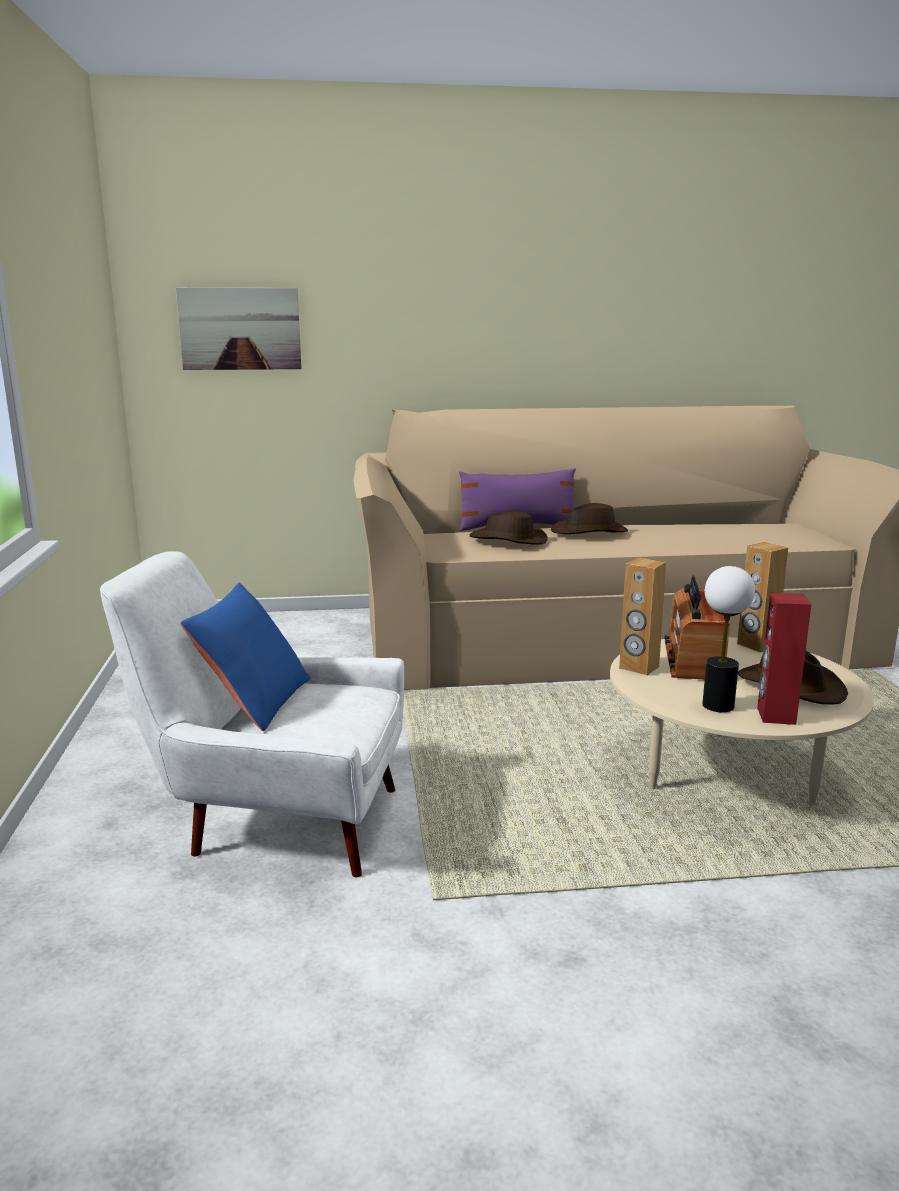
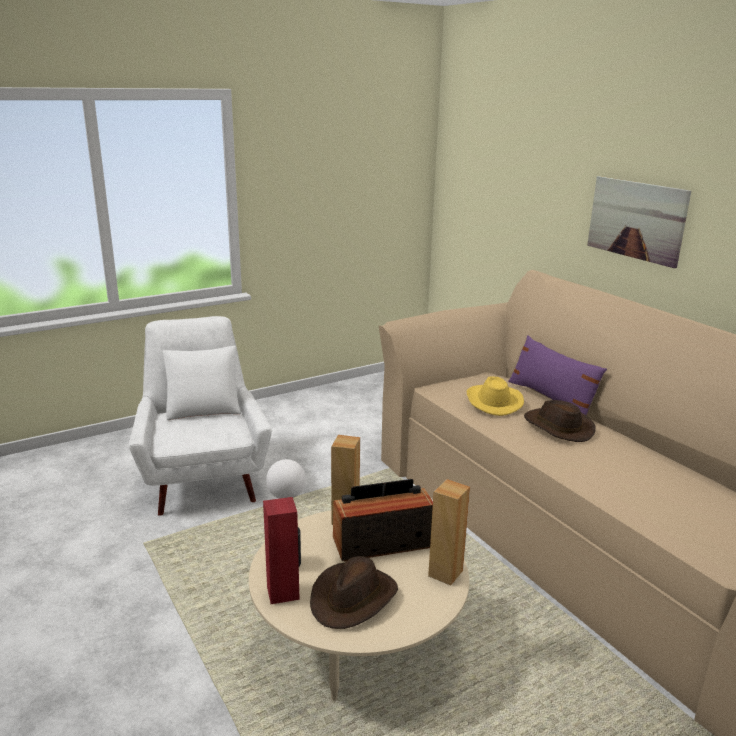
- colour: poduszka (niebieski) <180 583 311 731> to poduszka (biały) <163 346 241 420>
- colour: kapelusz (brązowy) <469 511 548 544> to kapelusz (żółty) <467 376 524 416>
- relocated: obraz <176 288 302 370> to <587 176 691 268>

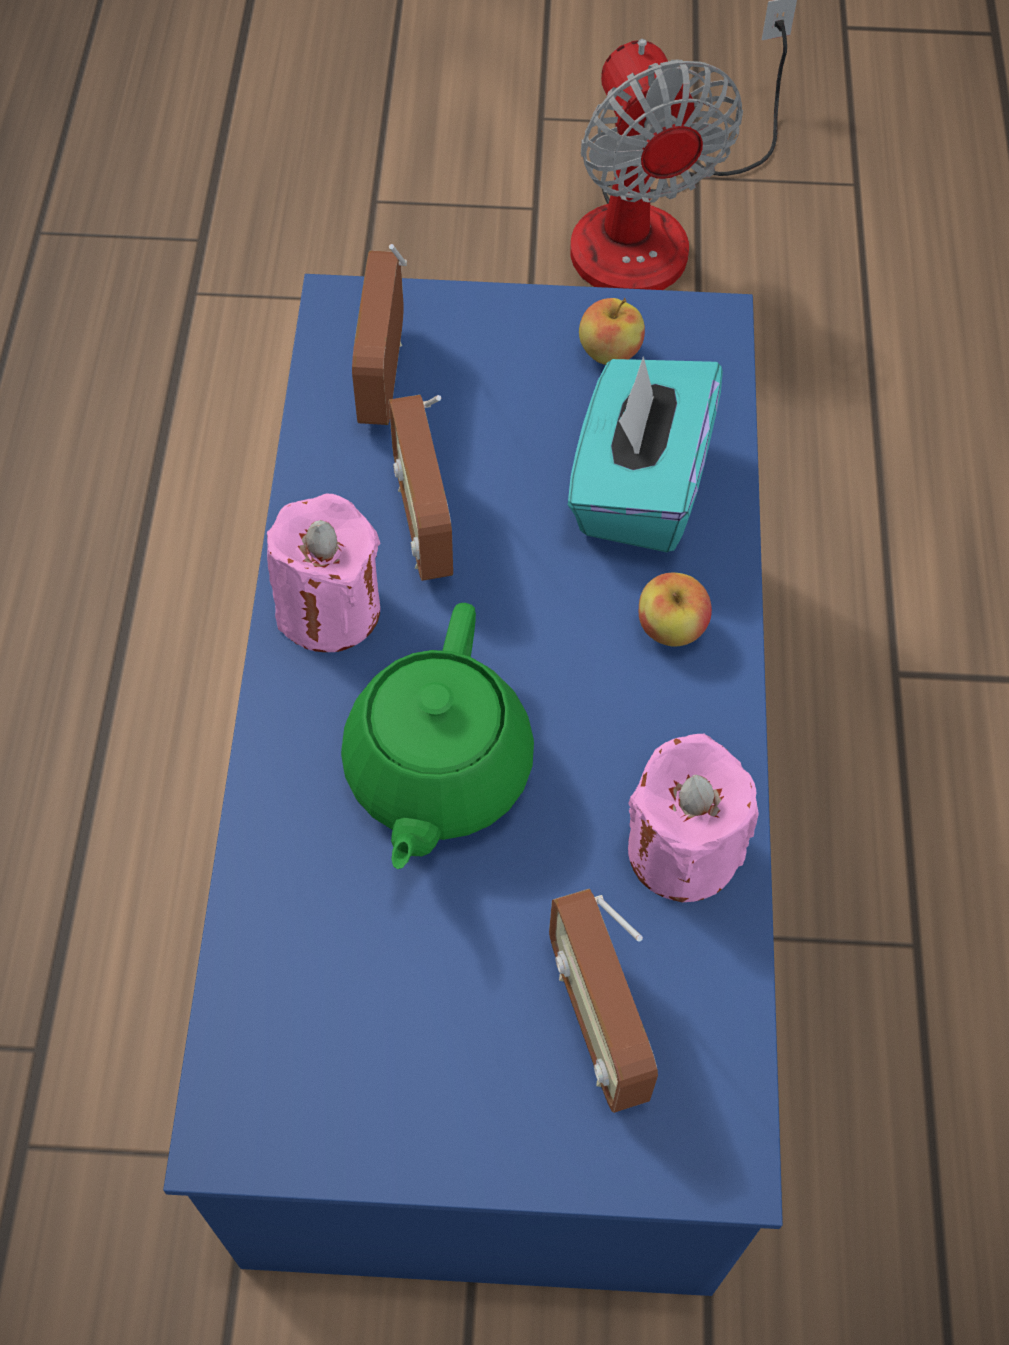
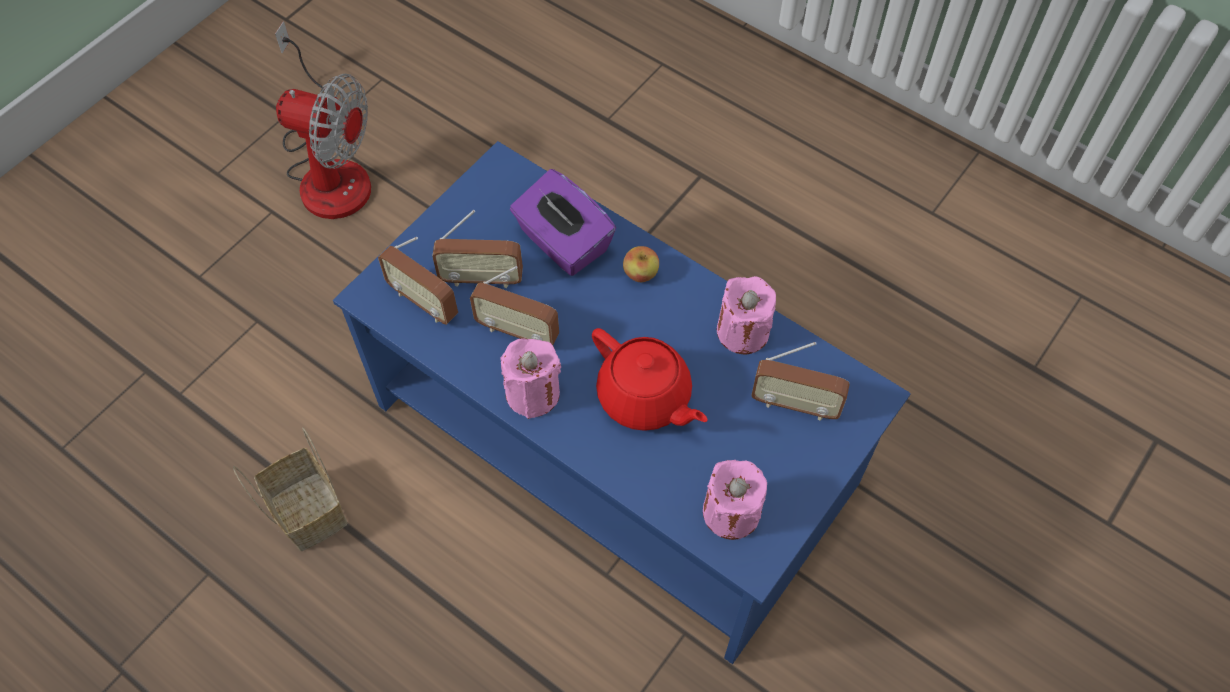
- appeared: koszyk <233 427 347 551>
- appeared: radio <432 210 523 288>
- colour: pudełko chusteczek (turkusowy) <568 356 723 552> to pudełko chusteczek (fioletowy) <510 169 616 276>
- colour: imbryk (zielony) <341 603 534 869> to imbryk (czerwony) <592 328 708 431>
- appeared: świeca (różowy) <703 460 767 540>
- missing: jabłko <579 298 645 365>

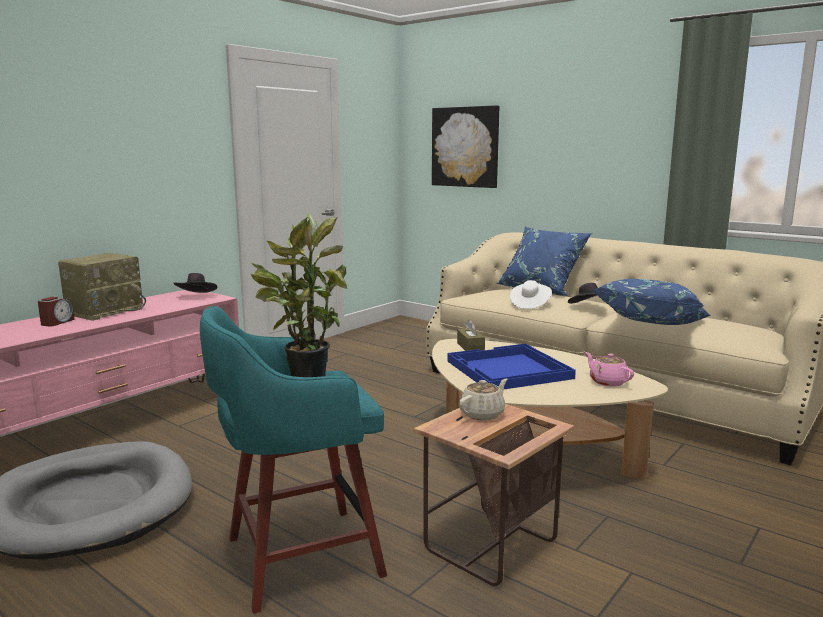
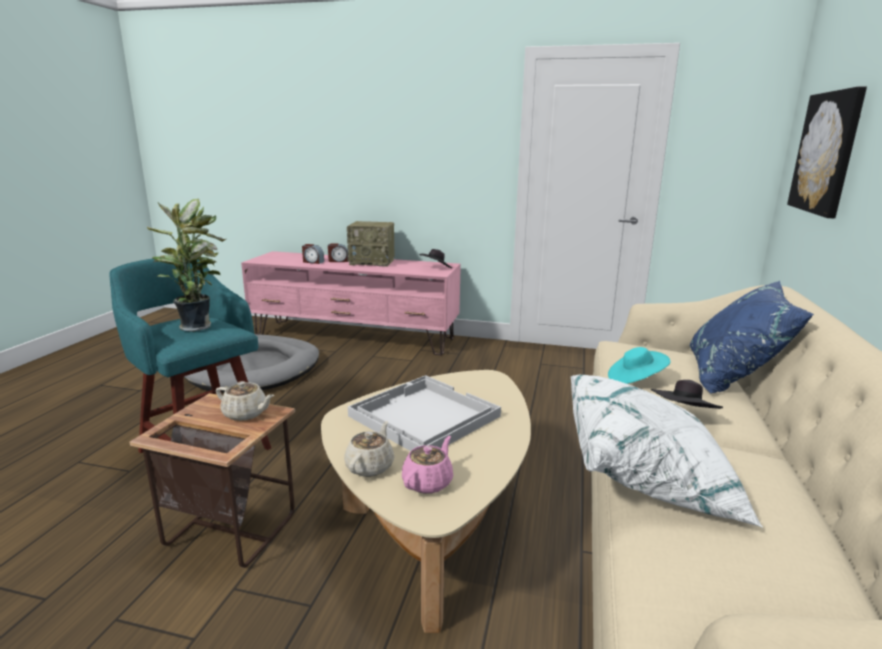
- appeared: budzik <302 244 324 264>
- appeared: imbryk (beżowy) <344 421 394 477>
- colour: taca (niebieski) <447 344 576 389> to taca (biały) <348 375 501 451>
- colour: poduszka (niebieski) <593 279 711 325> to poduszka (biały) <571 375 763 528>
- colour: kapelusz (biały) <510 280 552 309> to kapelusz (turkusowy) <608 347 671 384>
- missing: pudełko chusteczek (brązowy) <457 319 485 351>

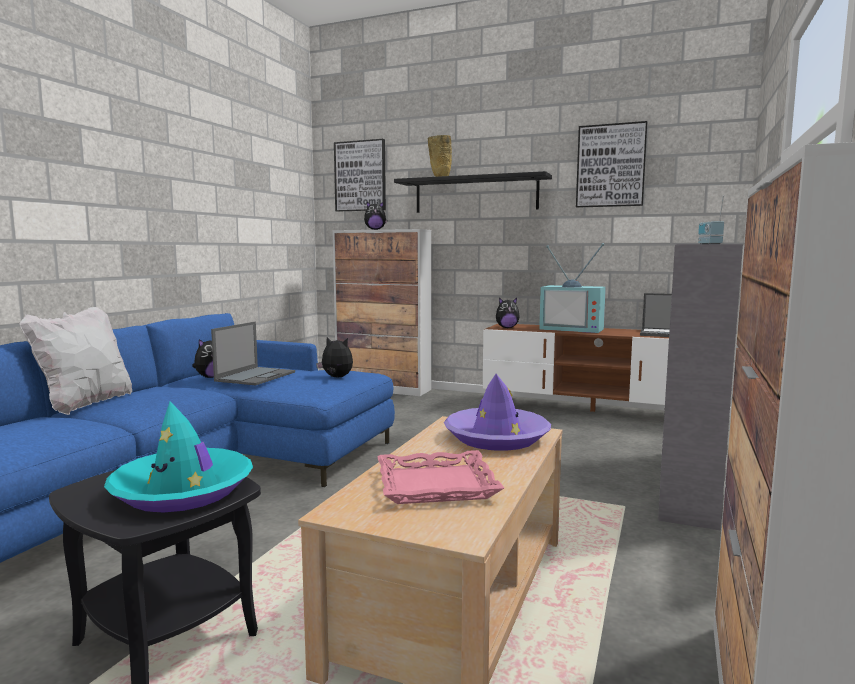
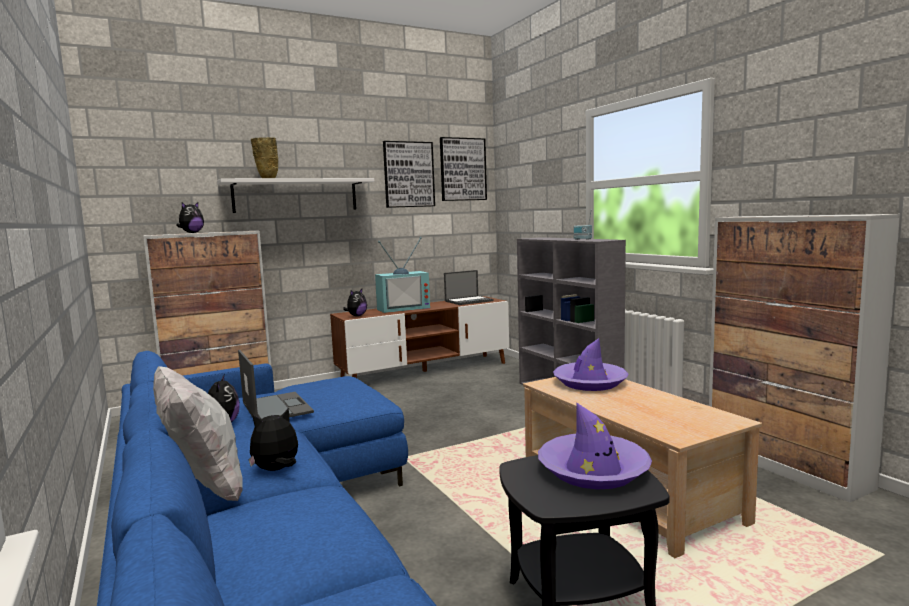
- colour: półka (czarny) <394 171 552 213> to półka (biały) <217 178 374 213>
- relocated: pluszak <316 337 353 377> to <249 408 298 471>
- relocated: obraz <334 139 386 212> to <440 137 487 201>
- colour: kapelusz (turkusowy) <104 401 253 513> to kapelusz (fioletowy) <538 403 652 489>
- missing: taca (różowy) <378 450 504 504>

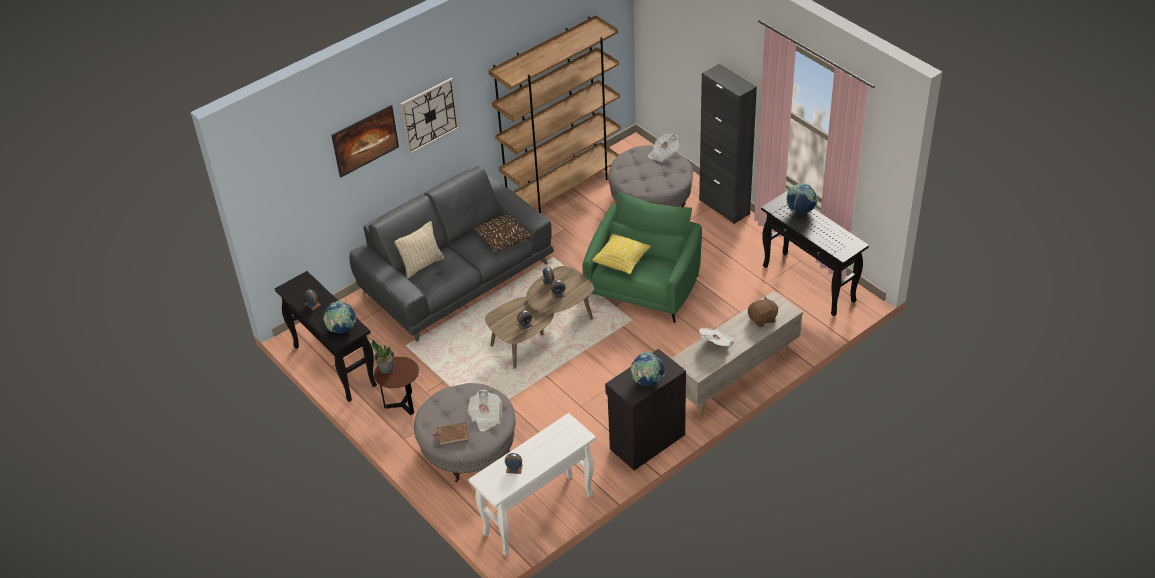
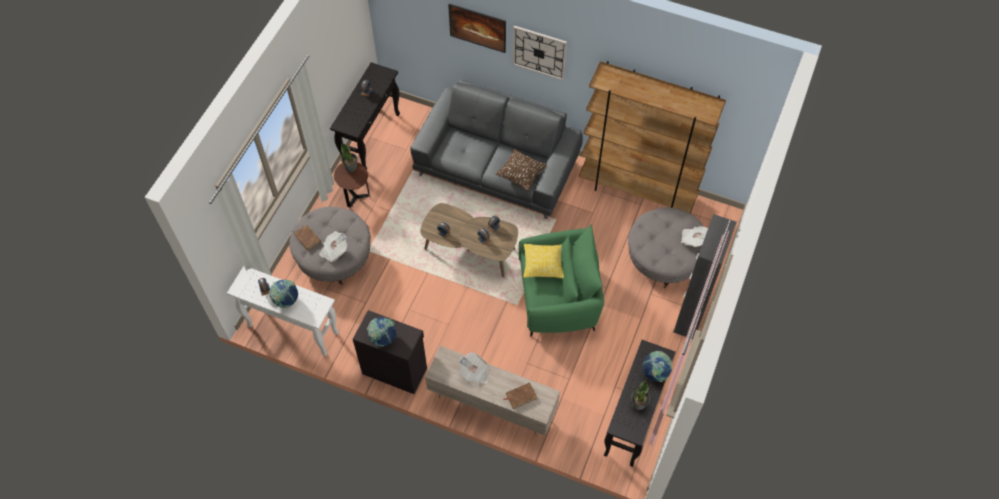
- relocated: globus <323 301 356 333> to <269 280 298 308>
- exchanged: pluszak (brązowy) <748 296 779 327> to książka (brązowy) <504 382 537 409>
- appeared: roślina doniczkowa <631 381 650 410>
- missing: poduszka (beżowy) <394 221 444 278>

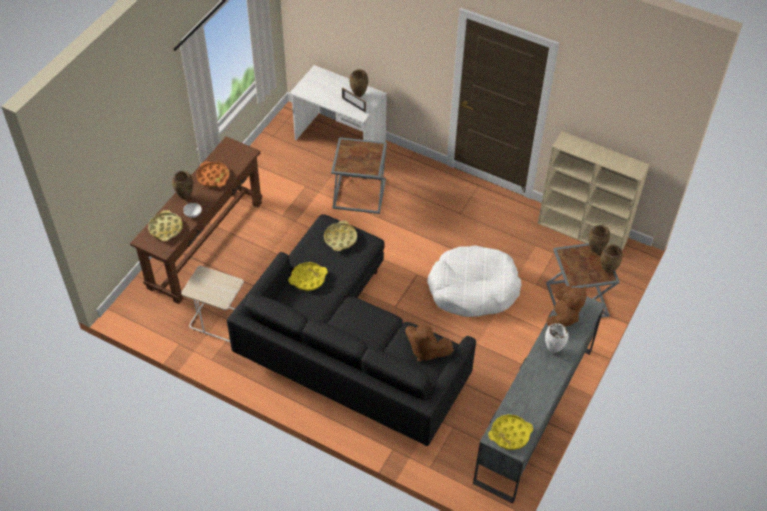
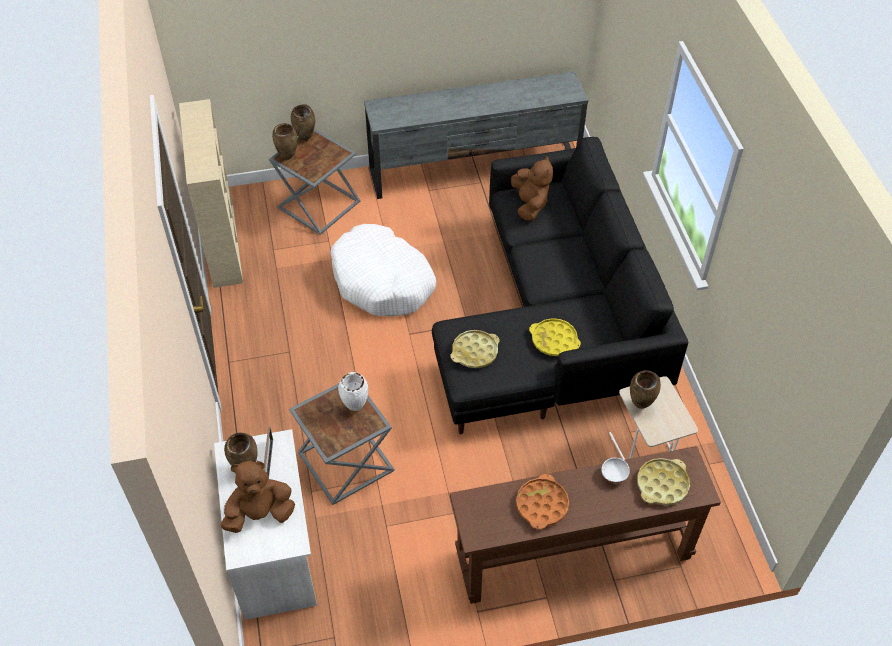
- relocated: pluszak (brązowy) <547 286 587 327> to <220 461 295 533>
- relocated: wazon (biały) <545 323 569 353> to <338 372 368 411>
- relocated: wazon (brązowy) <172 171 193 199> to <630 370 661 409>
- missing: taca (żółty) <488 414 533 450>

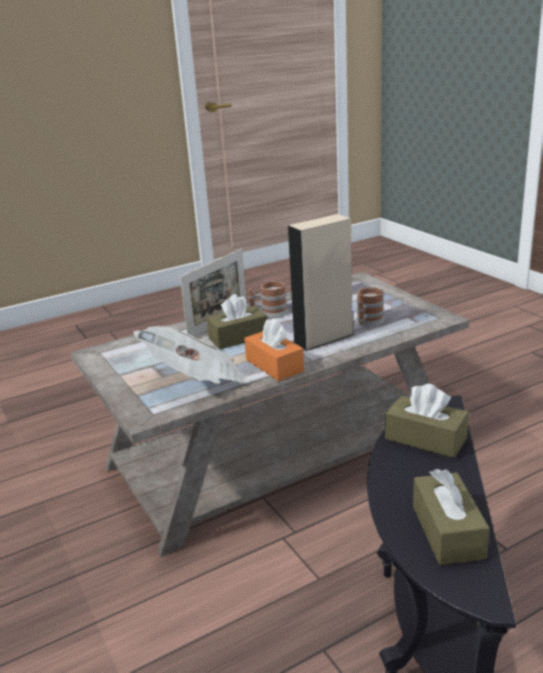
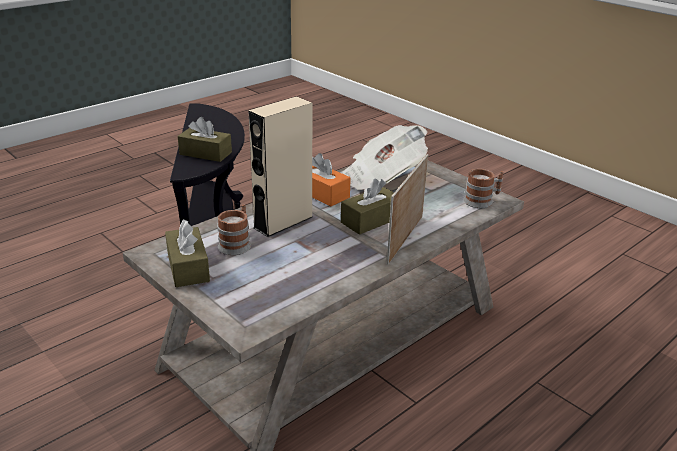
- relocated: pudełko chusteczek (brązowy) <413 469 490 565> to <165 219 210 287>
- relocated: kubek <248 281 288 318> to <463 169 504 208>

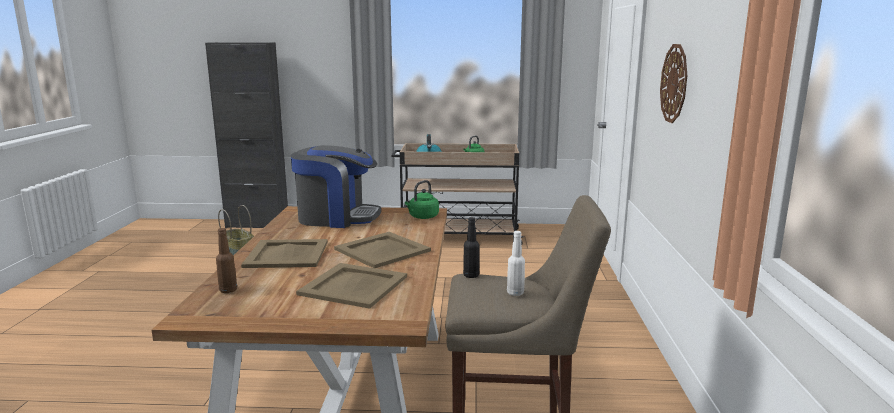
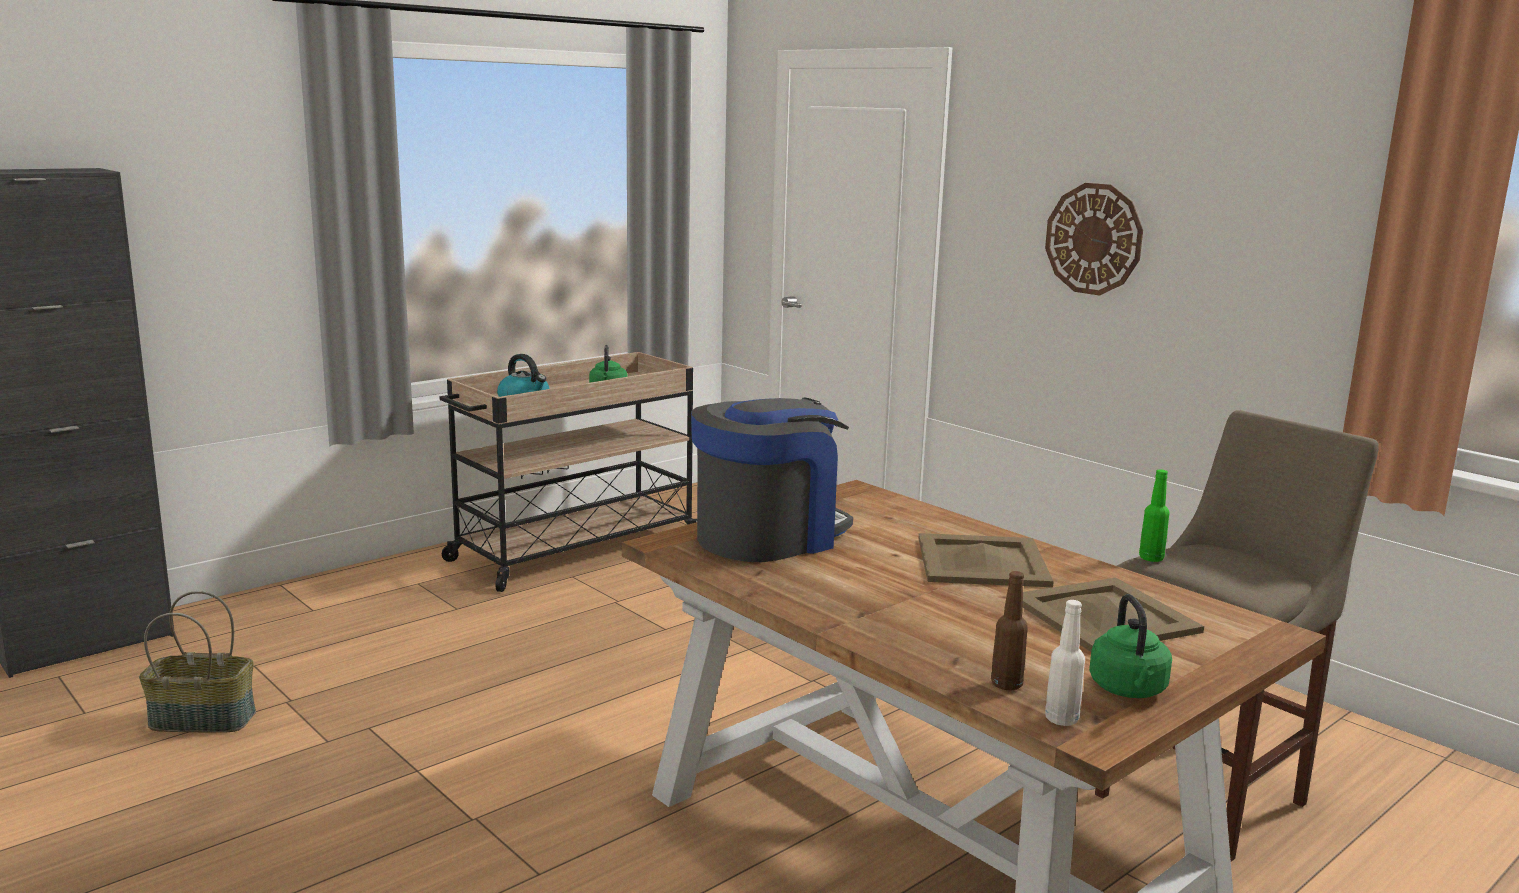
- relocated: butelka (biały) <507 231 525 296> to <1045 600 1085 726>
- relocated: czajnik (zielony) <405 180 439 219> to <1089 594 1172 698>
- colour: butelka (czarny) <463 217 480 278> to butelka (zielony) <1139 469 1169 562>
- missing: taca (beżowy) <241 239 328 268>

